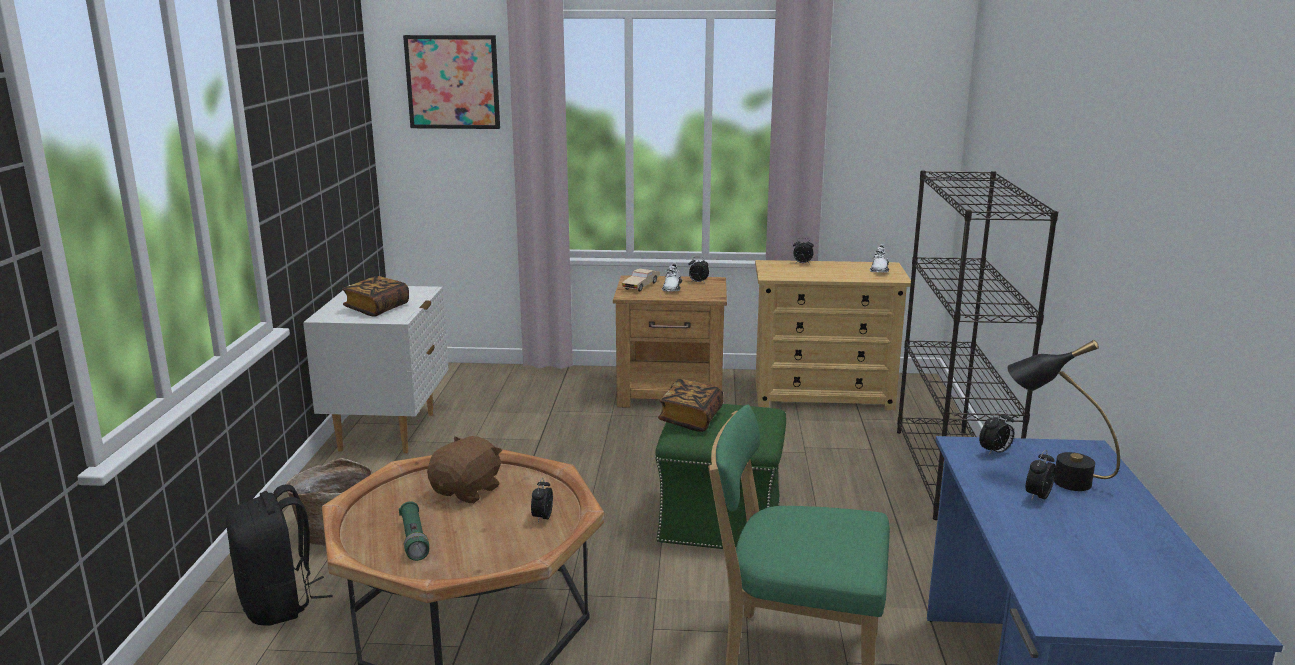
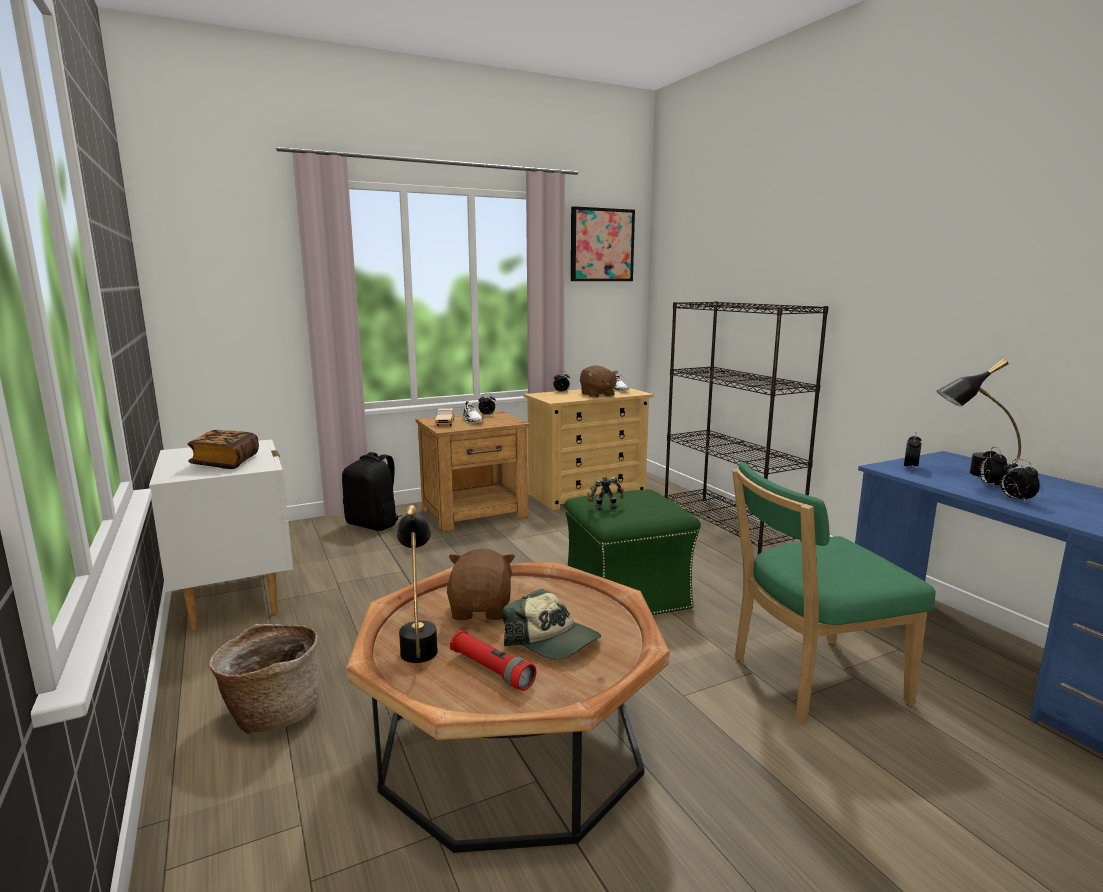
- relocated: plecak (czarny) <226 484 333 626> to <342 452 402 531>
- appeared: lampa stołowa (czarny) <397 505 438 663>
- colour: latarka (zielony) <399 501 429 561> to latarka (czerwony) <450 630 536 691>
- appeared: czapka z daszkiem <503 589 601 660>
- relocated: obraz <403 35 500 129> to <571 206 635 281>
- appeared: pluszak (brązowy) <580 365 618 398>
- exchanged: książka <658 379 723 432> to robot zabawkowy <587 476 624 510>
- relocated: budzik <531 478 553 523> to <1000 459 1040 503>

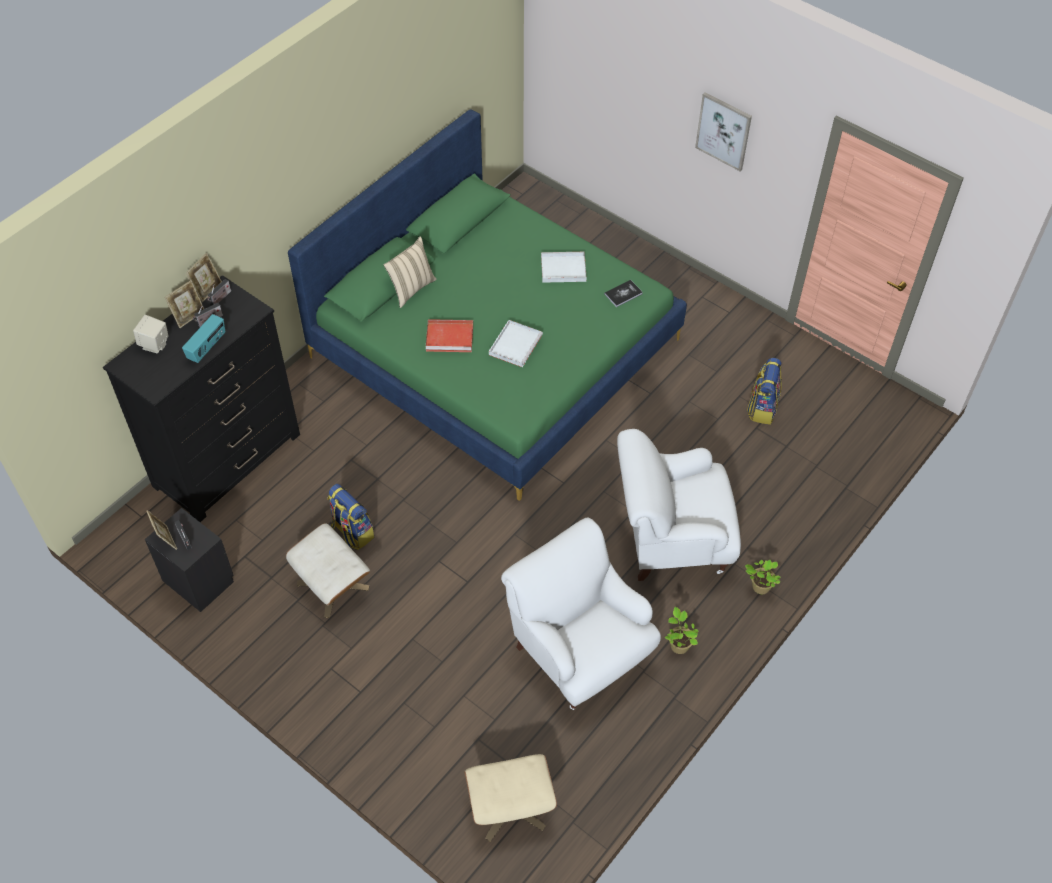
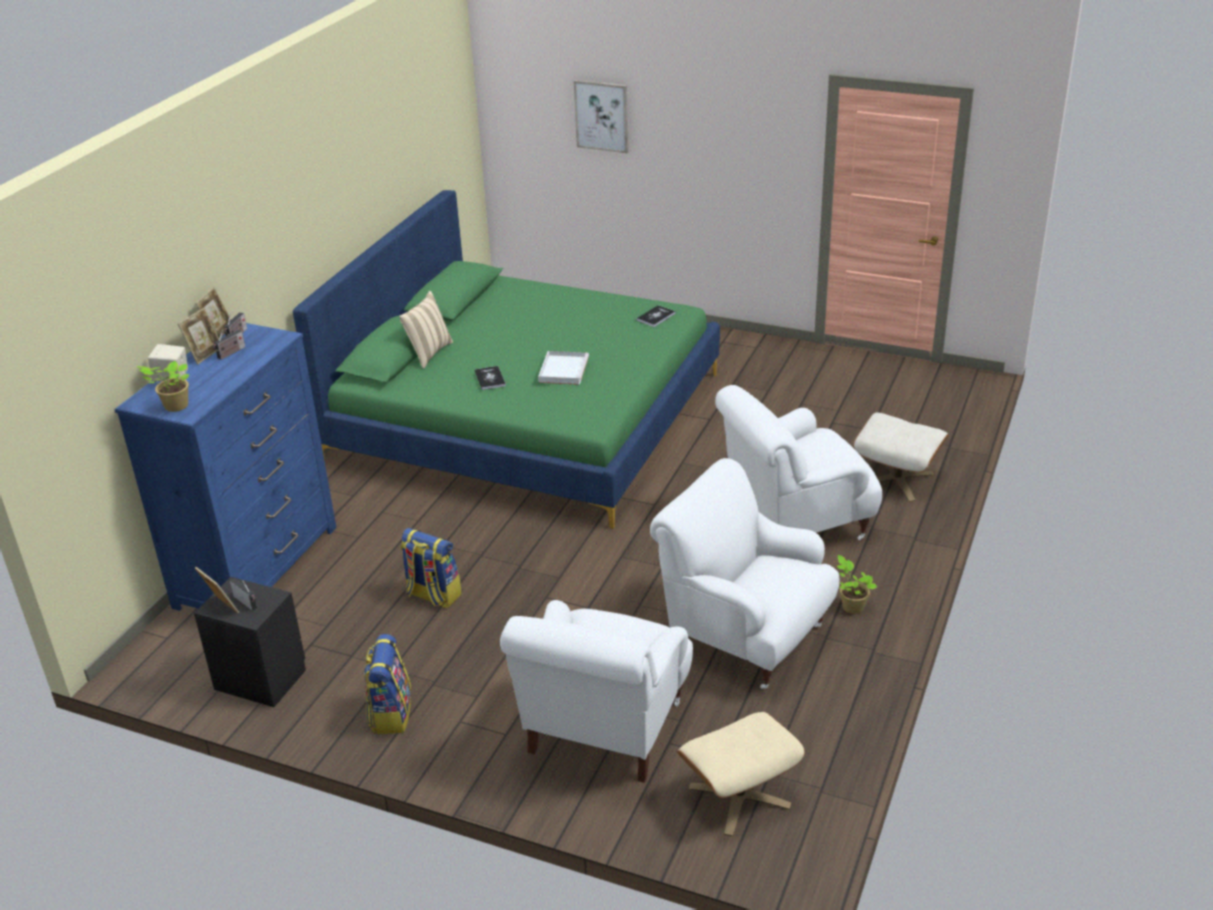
- colour: komoda (czarny) <103 275 300 522> to komoda (niebieski) <115 323 336 611>
- relocated: roślina doniczkowa <745 560 781 594> to <137 361 189 412>
- relocated: plecak <747 358 782 425> to <364 634 411 734>
- exchanged: taca (czerwony) <426 319 473 352> to książka <475 366 506 390>
- appeared: fotel (biały) <500 600 693 783>
- relocated: obraz <695 92 752 171> to <574 80 629 153>
- relocated: pufa (beżowy) <286 523 370 618> to <853 413 949 502>
- missing: radio <182 314 226 363>
- missing: taca (biały) <541 252 587 283>

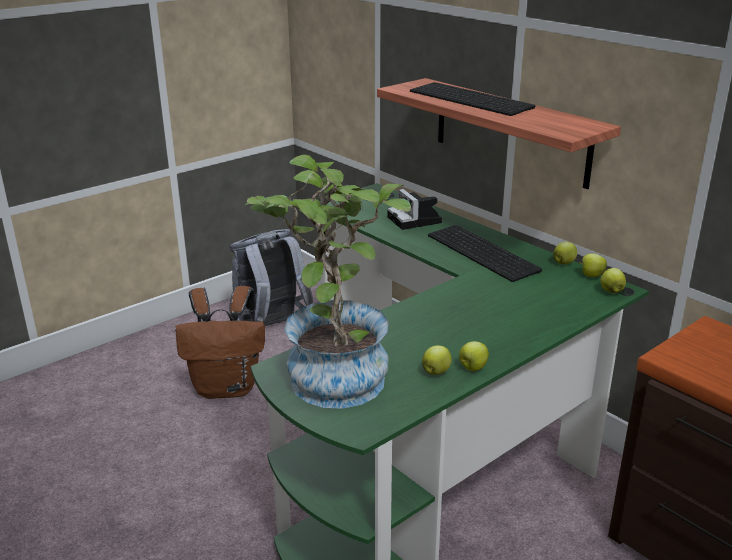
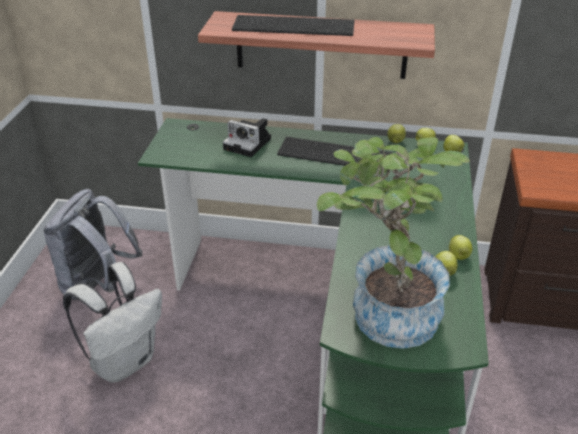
- colour: plecak (brązowy) <175 286 265 399> to plecak (biały) <63 262 162 383>

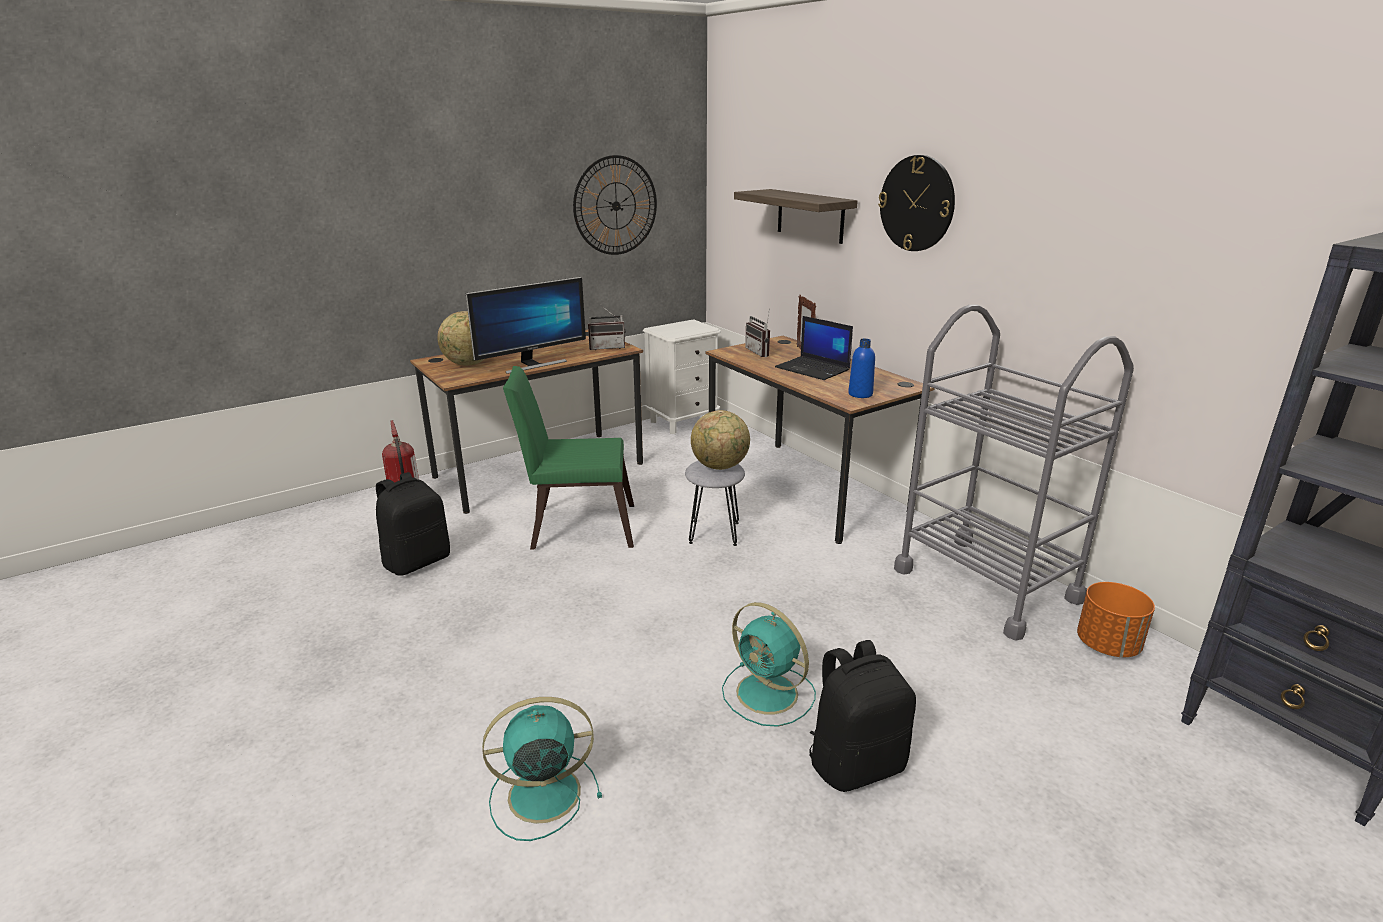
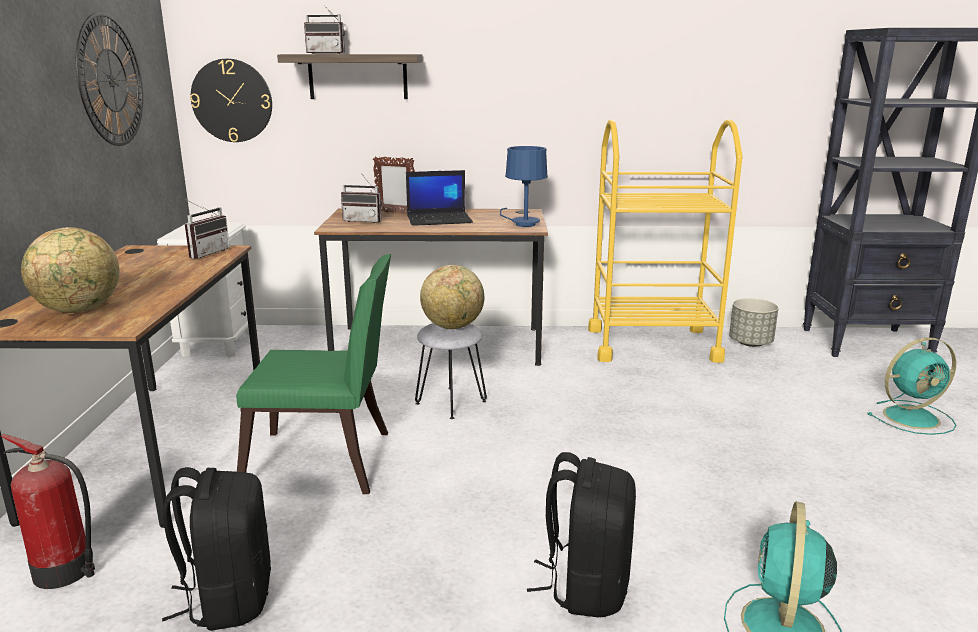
- relocated: zegar ścienny <878 155 955 251> to <190 59 272 142>
- spun: krzesło (zielony) <503 366 634 549> = <236 254 391 494> 120 degrees counterclockwise
- appeared: radio <304 5 345 54>
- exchanged: butelka (niebieski) <848 338 875 398> to lampa stołowa (niebieski) <500 146 548 227>
- relocated: plecak (czarny) <809 640 916 792> to <527 452 636 618>
- colour: wózek (szary) <894 305 1134 641> to wózek (żółty) <588 119 743 363>
- colour: donica (pomarańczowy) <1077 582 1155 657> to donica (szary) <729 298 779 347>
- relocated: wentylator (turkusowy) <722 602 816 727> to <868 337 956 435>
- missing: monitor <465 277 586 374>

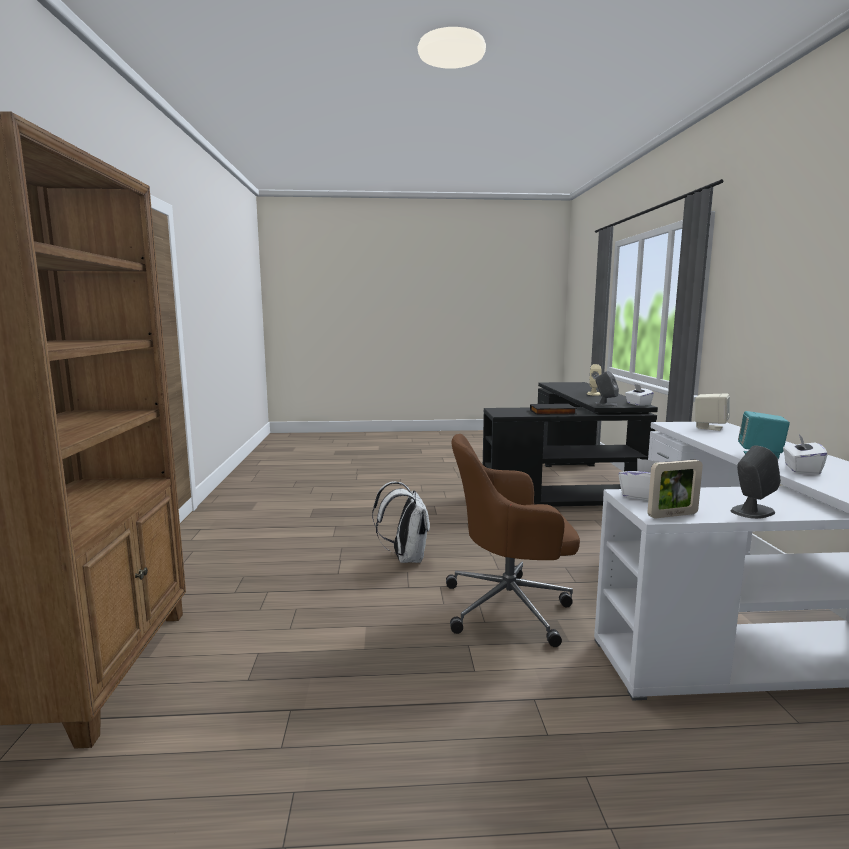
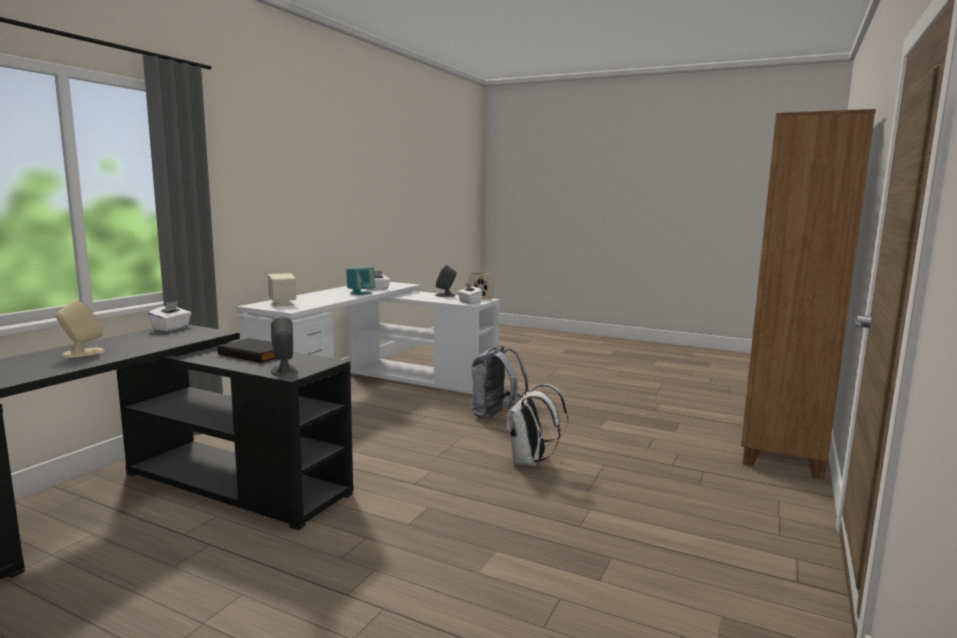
- relocated: głośnik (szary) <595 371 619 406> to <271 317 298 376>
- exchanged: krzesło biurowe (brązowy) <446 434 580 647> to plecak (szary) <471 345 529 419>

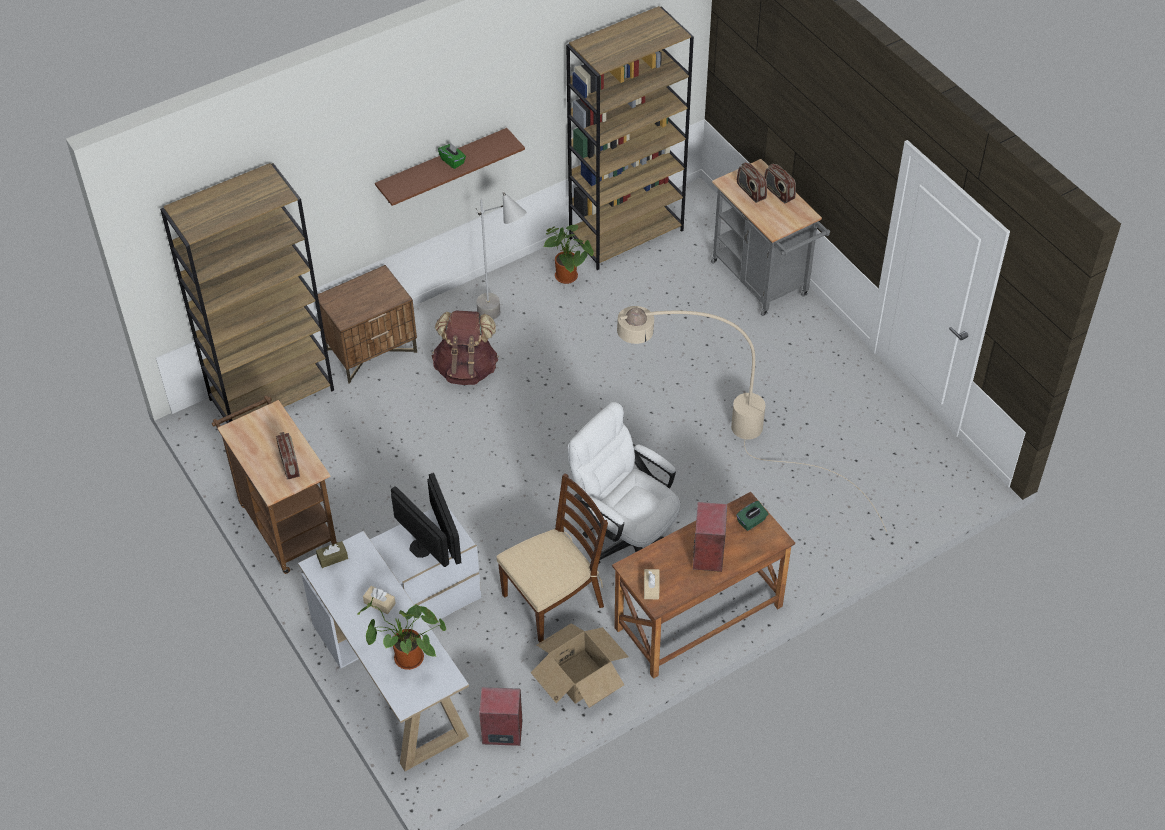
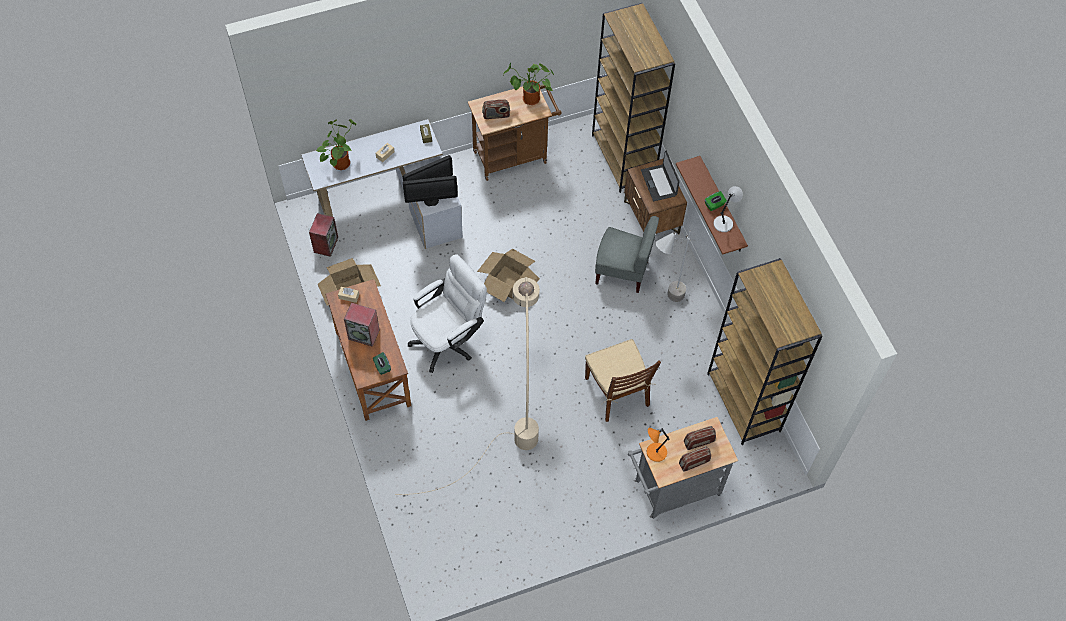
- appeared: karton <477 248 540 302>
- relocated: roślina doniczkowa <543 225 594 284> to <504 63 555 105>
- relocated: krzesło (brązowy) <496 473 608 643> to <585 339 661 422>
- exchanged: plecak (brązowy) <432 310 499 385> to krzesło (szary) <595 216 659 293>
- appeared: laptop <641 151 680 201>
- appeared: lampa stołowa (pomarańczowy) <647 428 670 462>
- appeared: lampa stołowa (szary) <714 186 743 232>

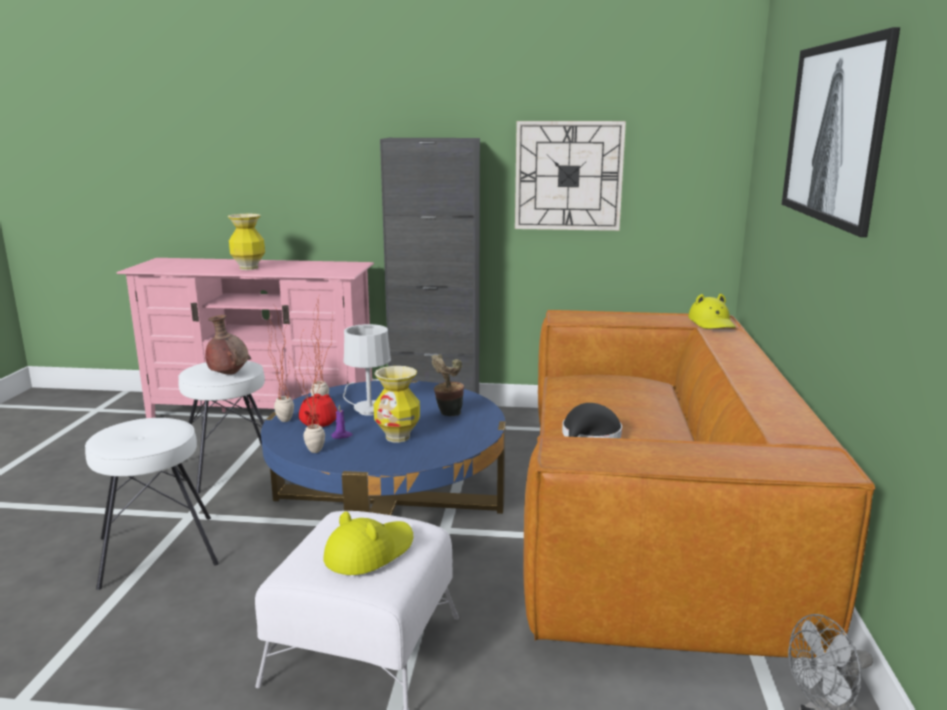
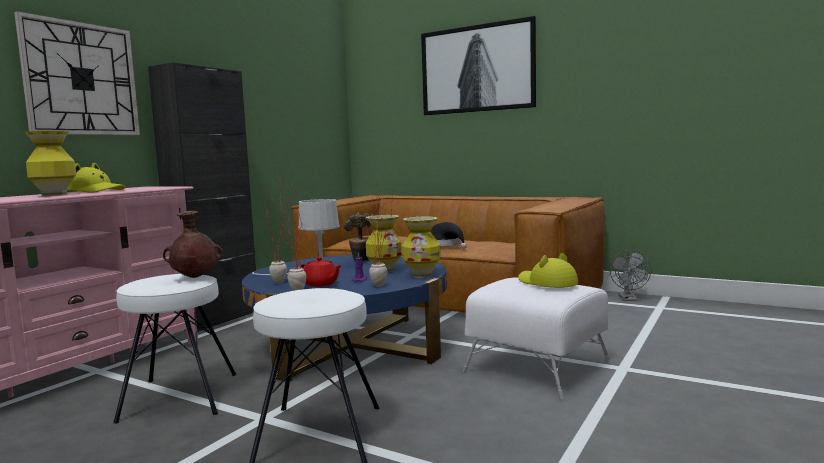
- relocated: zegar ścienny <515 121 626 231> to <14 11 140 135>
- relocated: kapelusz (żółty) <688 293 736 329> to <67 163 125 192>
- appeared: wazon <402 217 441 278>

